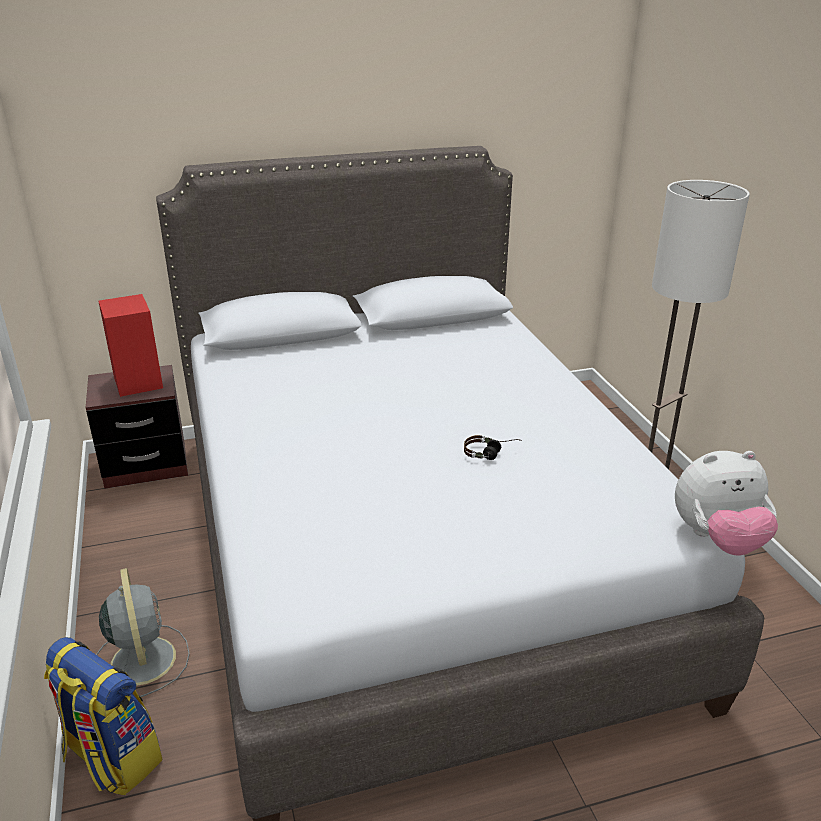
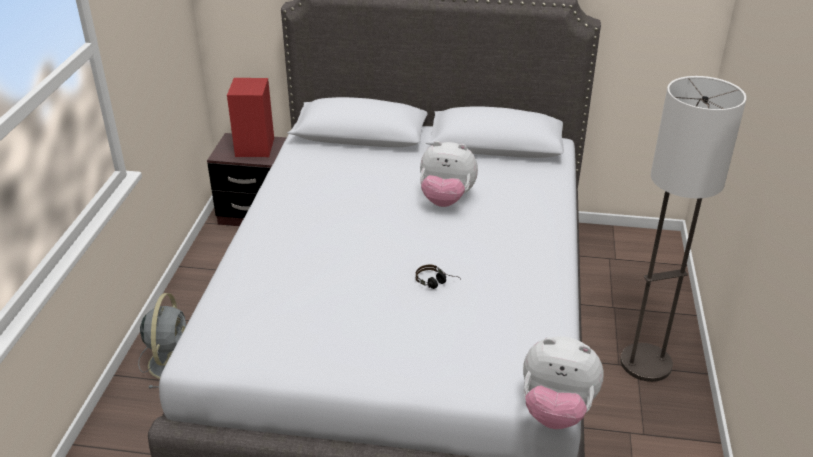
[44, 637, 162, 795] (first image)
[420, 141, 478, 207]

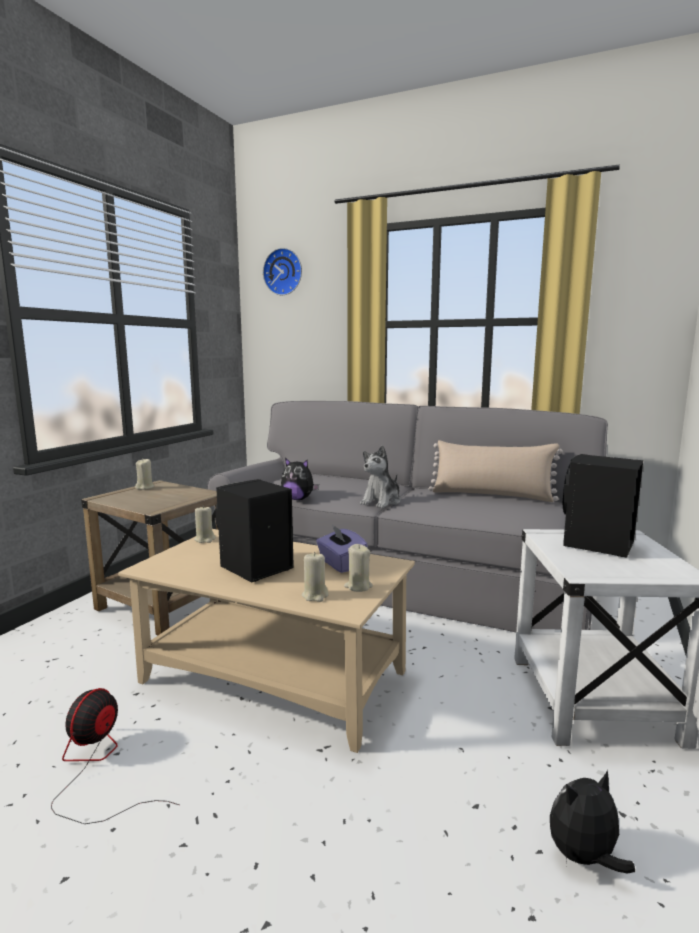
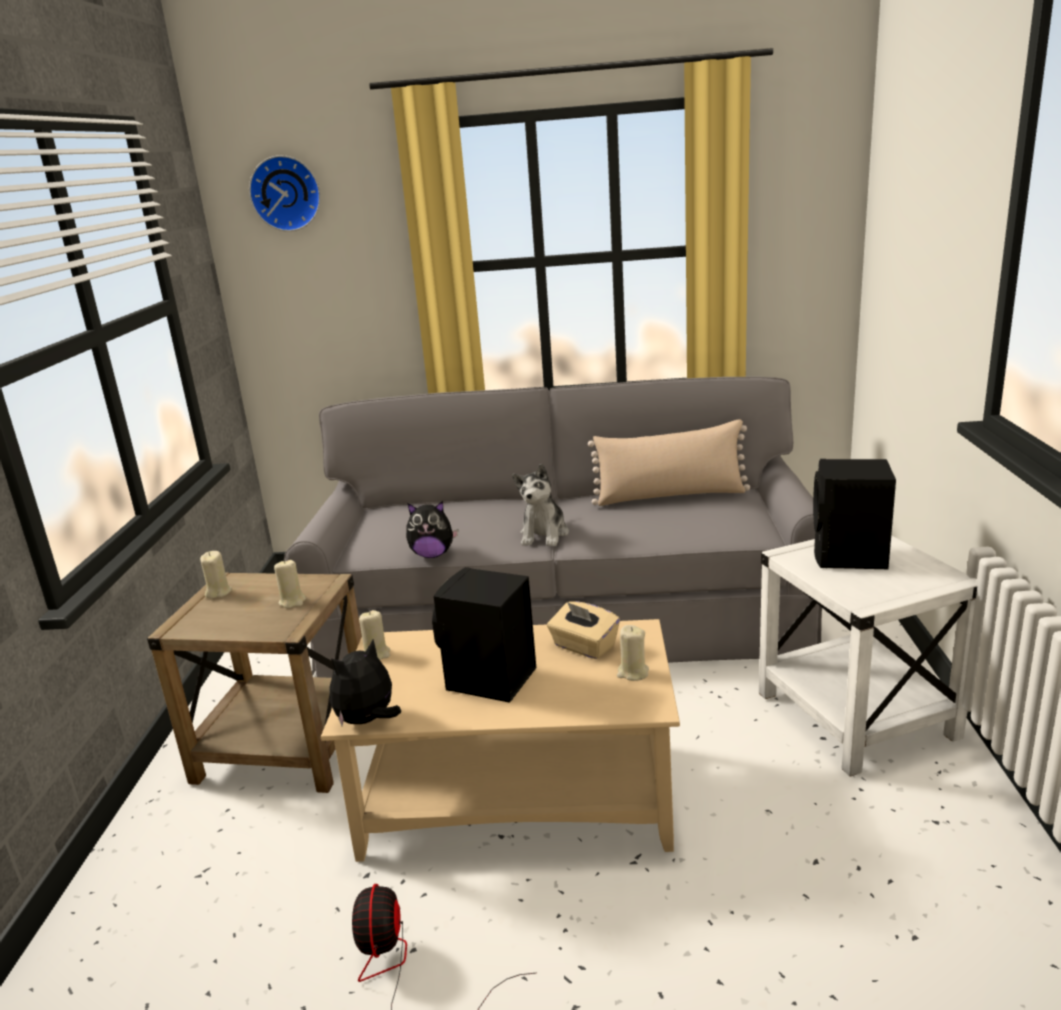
[547, 601, 620, 659]
[274, 560, 306, 608]
[329, 640, 401, 726]

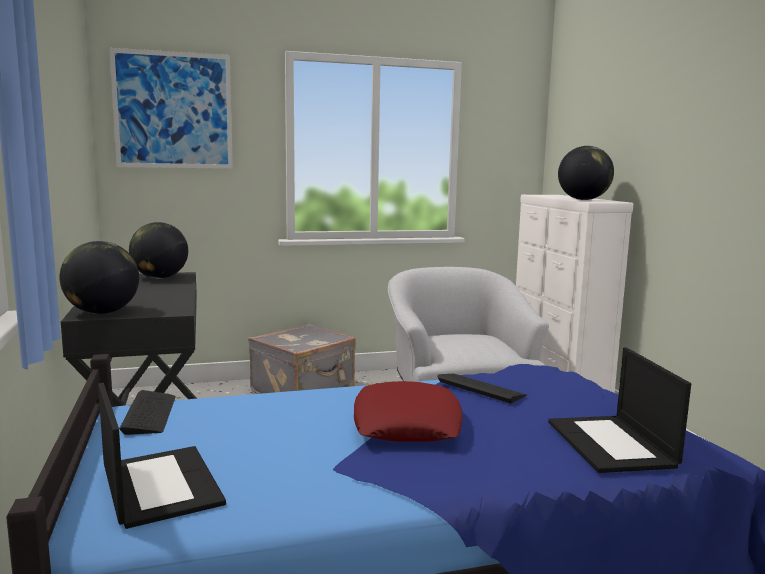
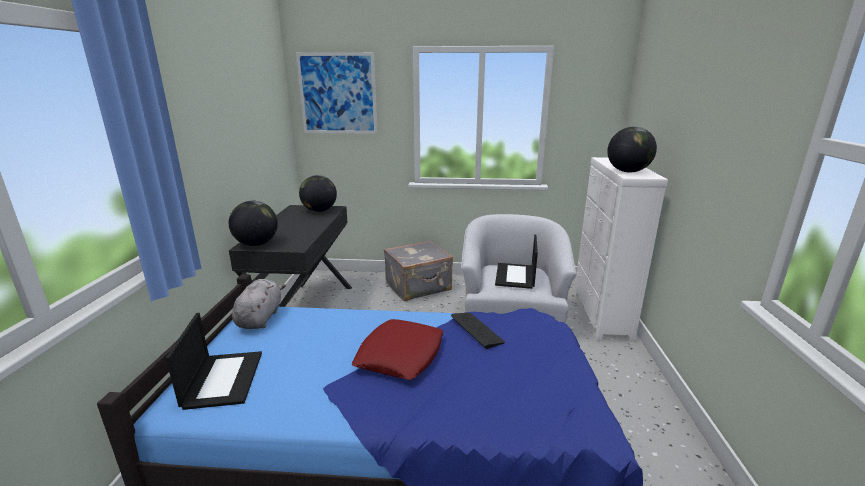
[495, 235, 538, 289]
[232, 279, 286, 329]

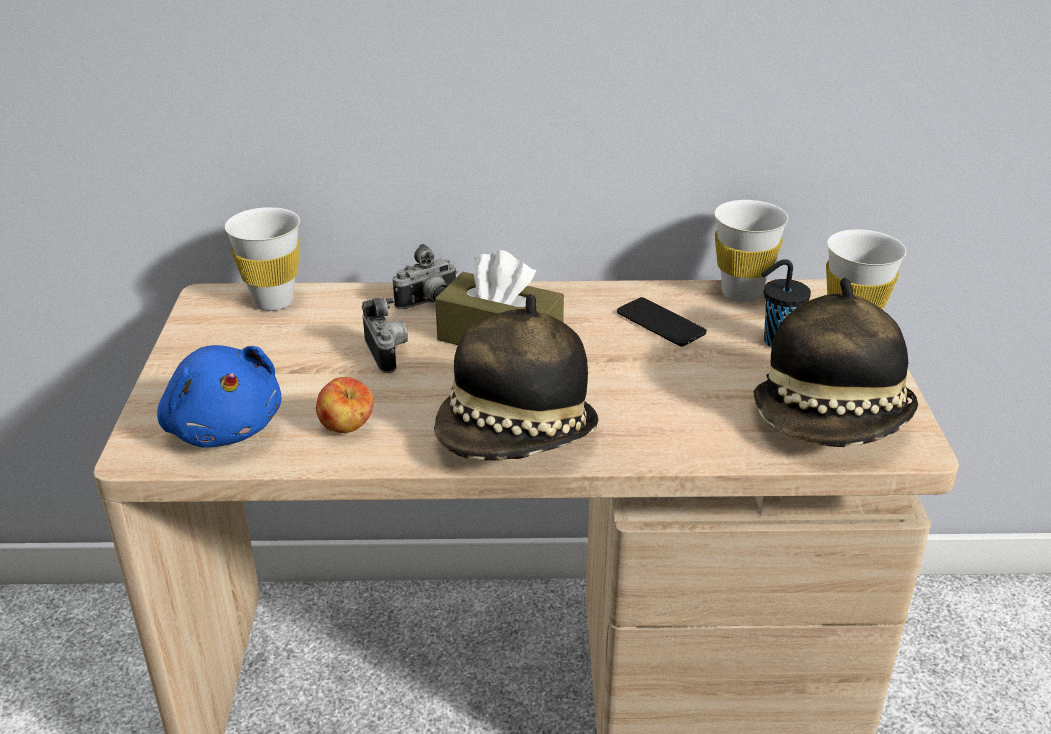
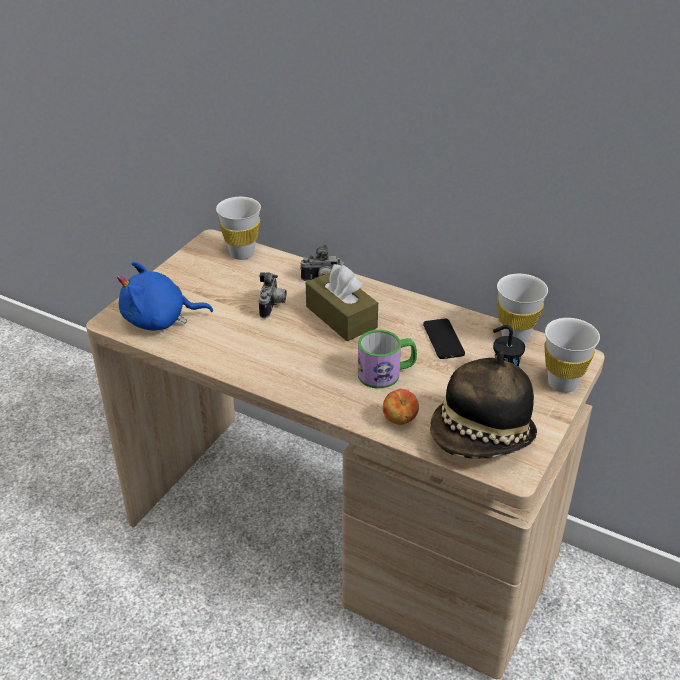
[434, 294, 598, 460] (first image)
[117, 261, 213, 331]
[383, 389, 419, 425]
[358, 330, 417, 389]

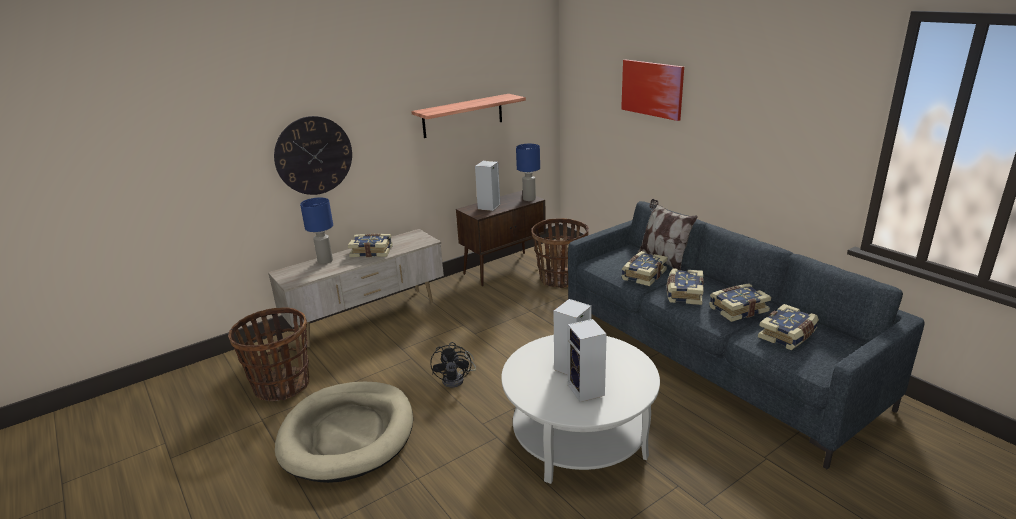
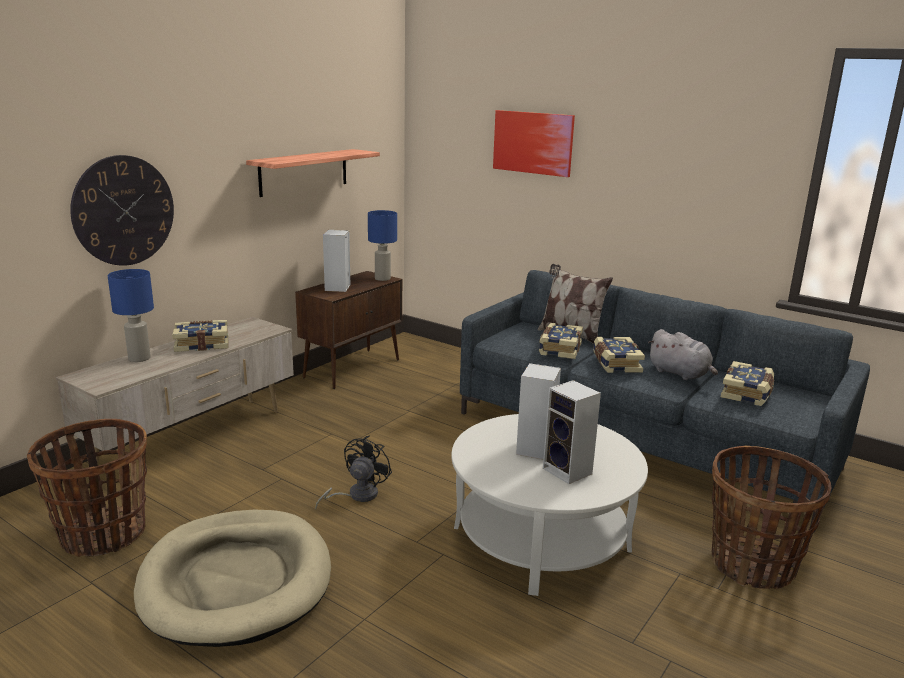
[712, 446, 831, 589]
[648, 329, 718, 380]
[315, 436, 392, 509]

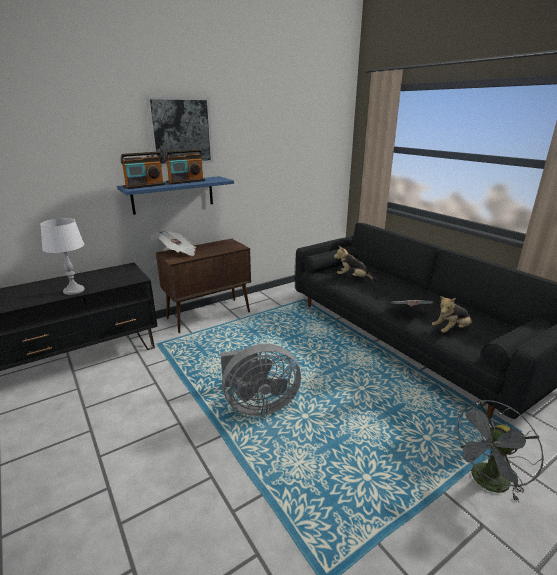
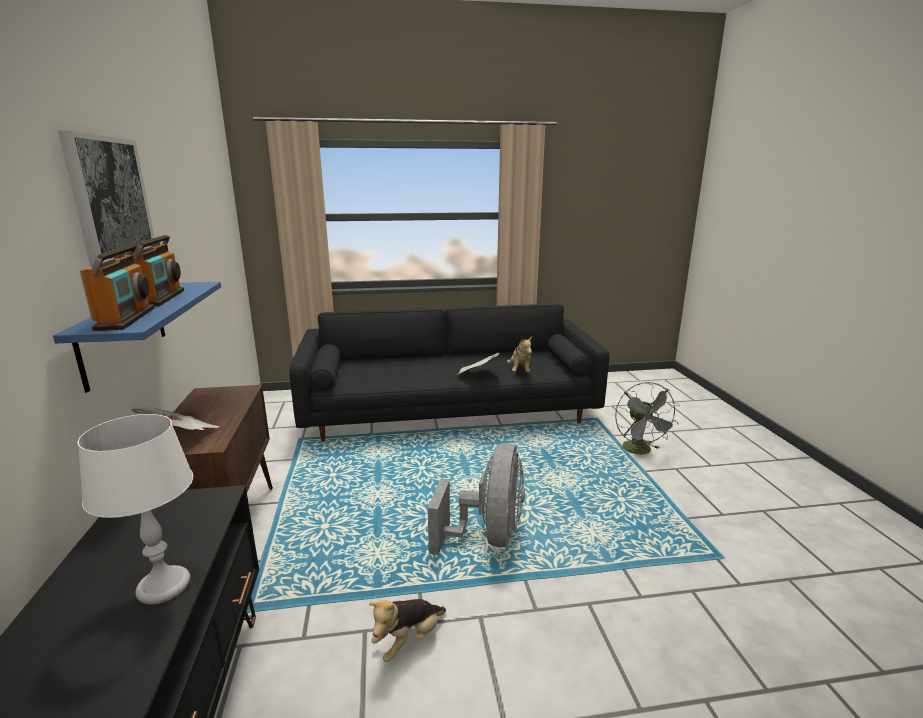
[369, 599, 446, 662]

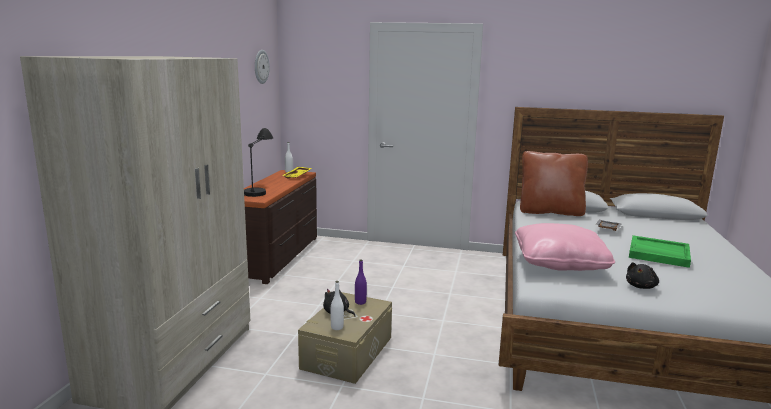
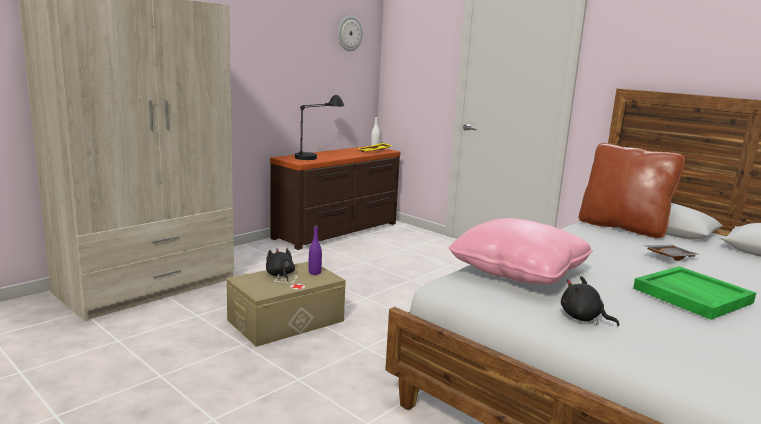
[561, 276, 619, 326]
[330, 281, 344, 330] (first image)

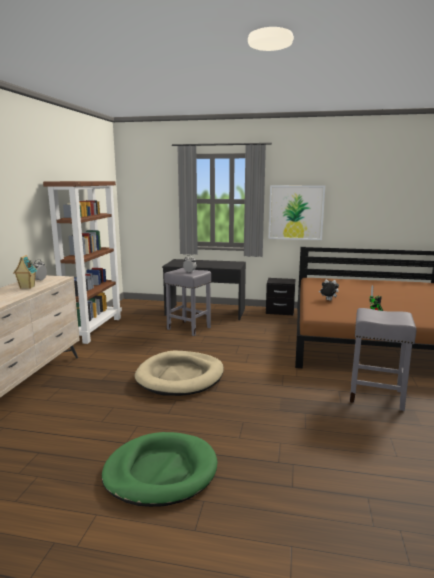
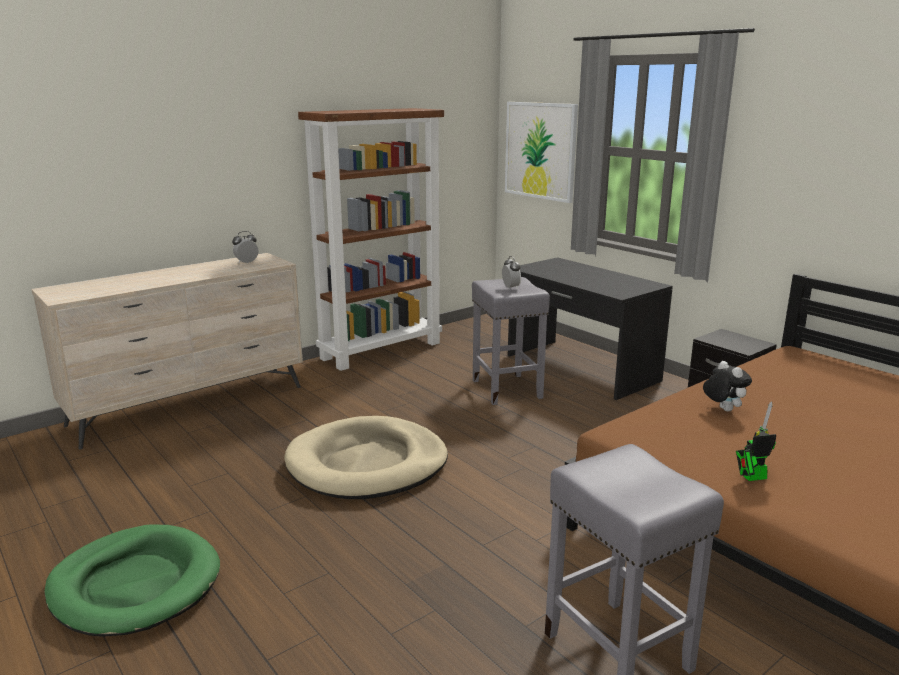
[505, 102, 578, 203]
[13, 255, 38, 289] (first image)

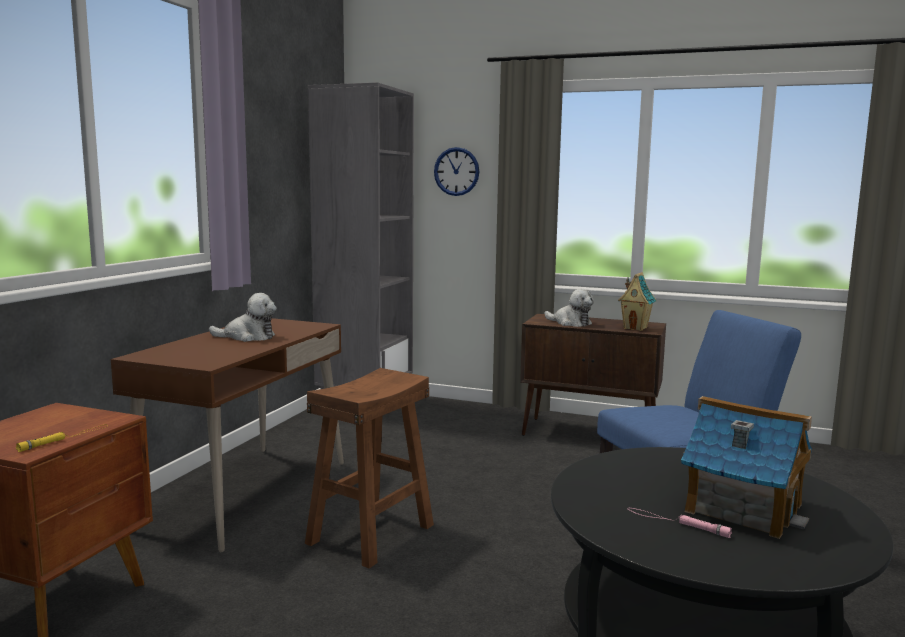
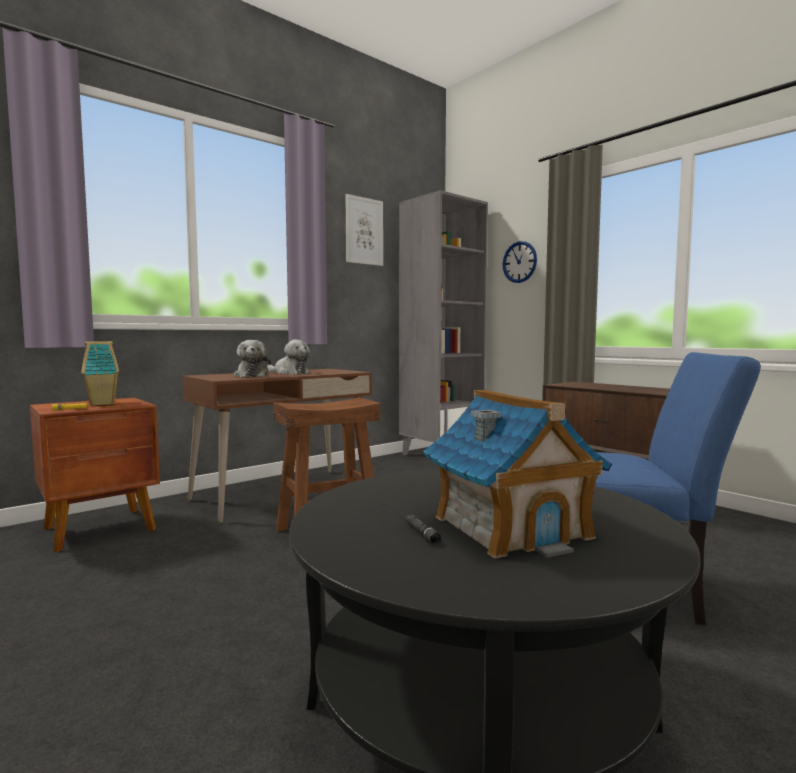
[82, 341, 119, 406]
[234, 340, 271, 377]
[380, 504, 441, 545]
[346, 194, 383, 266]

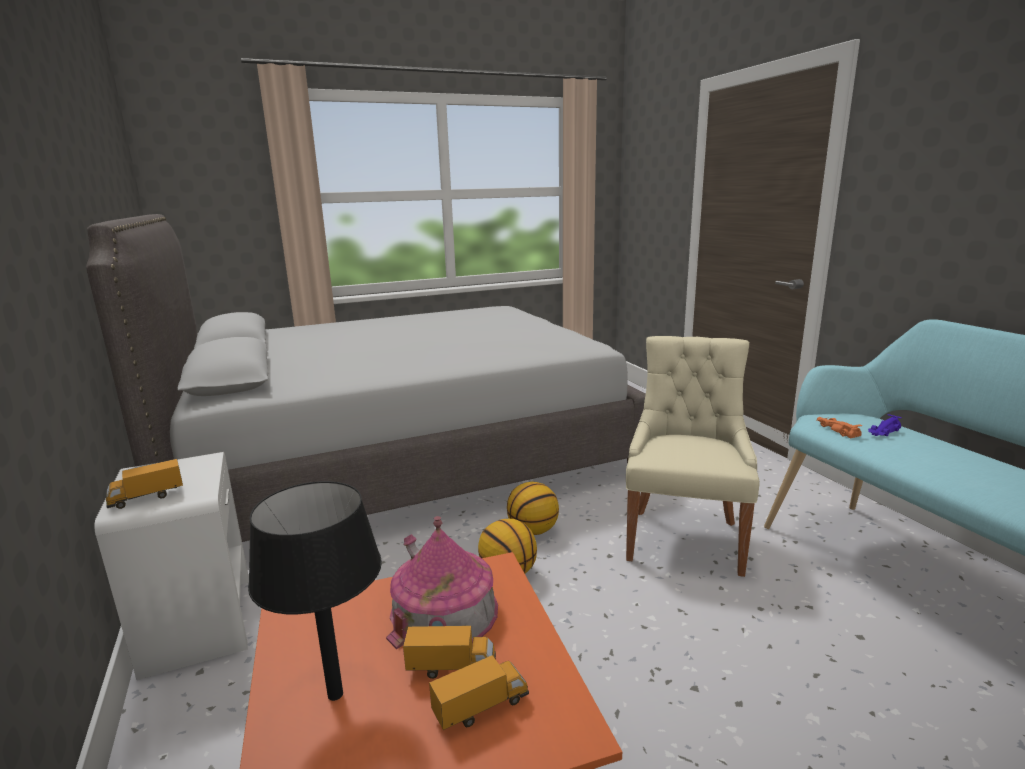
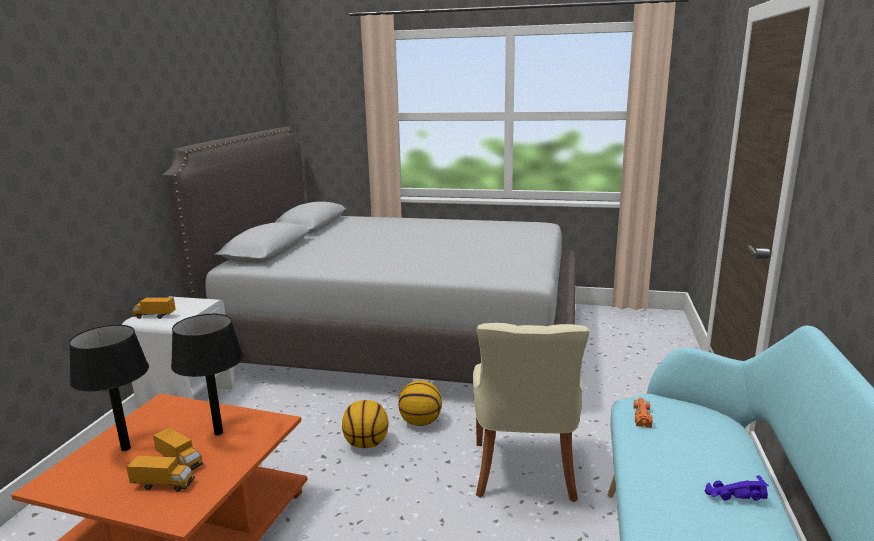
[473, 323, 590, 502]
[705, 475, 769, 501]
[171, 314, 243, 436]

